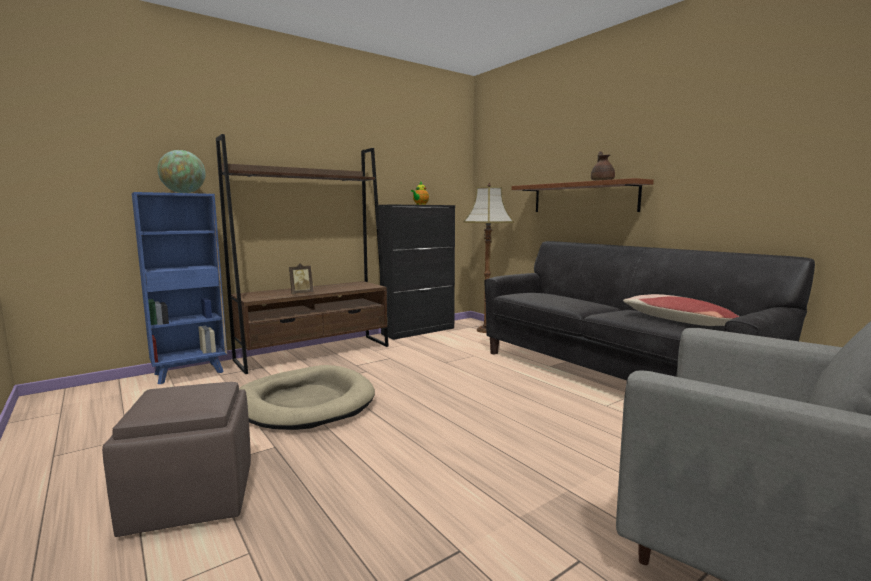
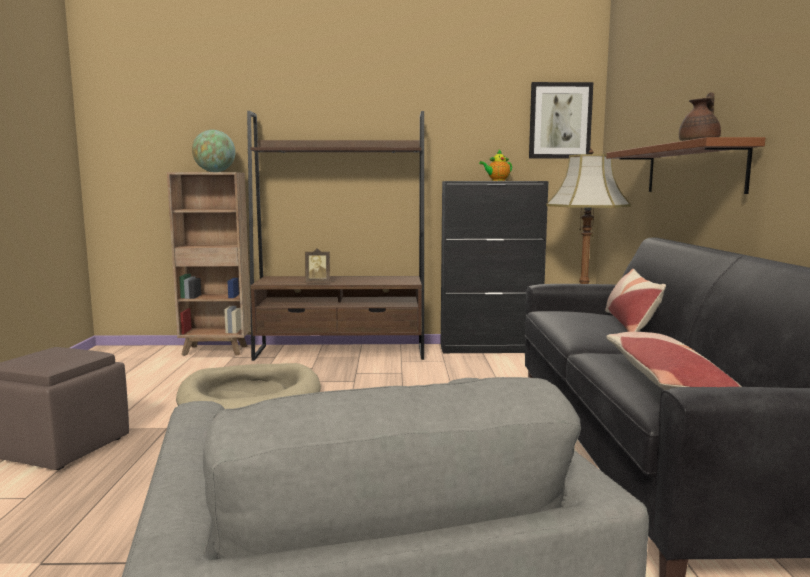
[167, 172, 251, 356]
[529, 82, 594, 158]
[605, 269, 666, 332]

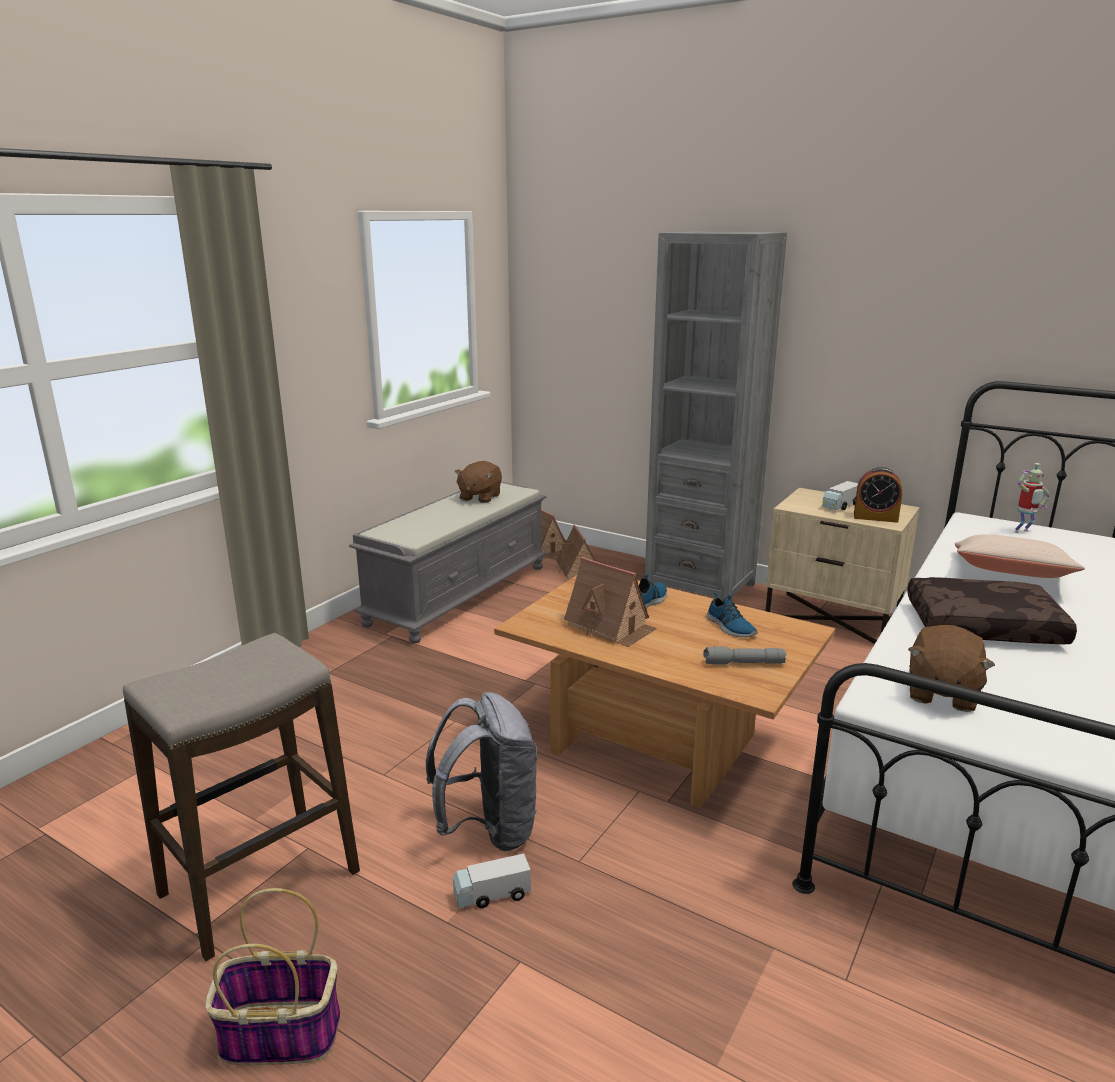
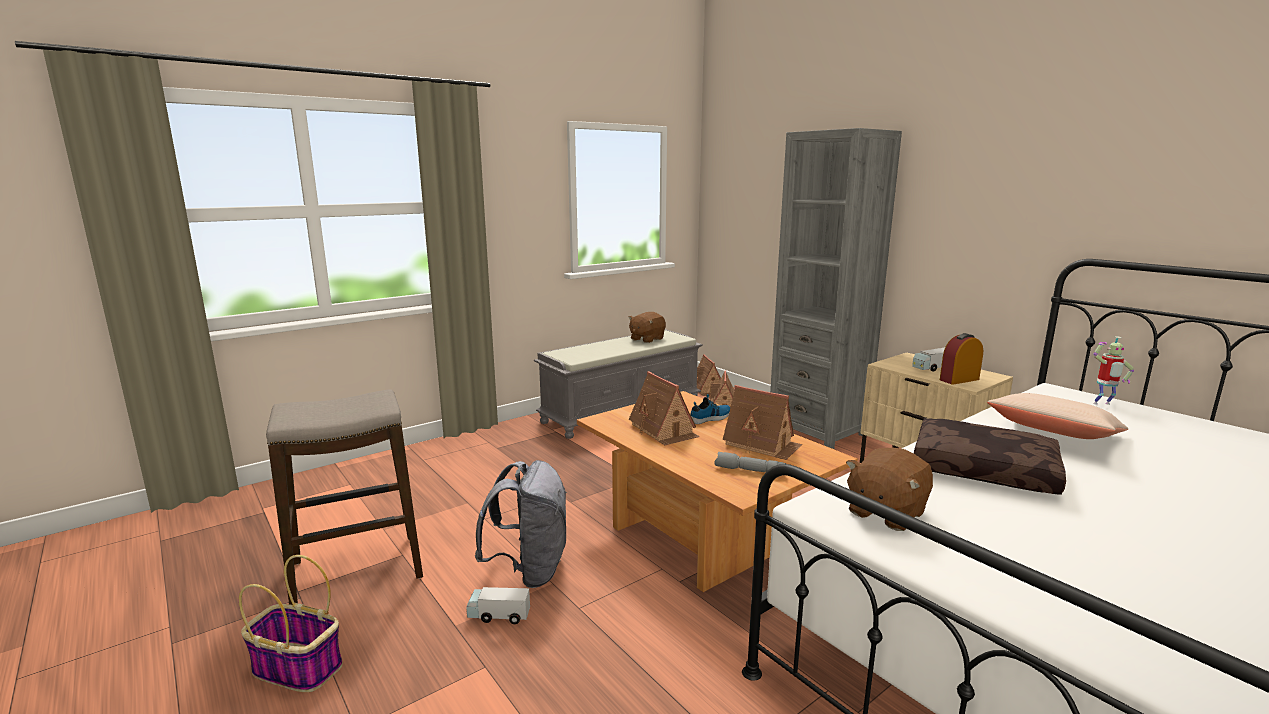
[940, 333, 983, 385]
[722, 385, 802, 460]

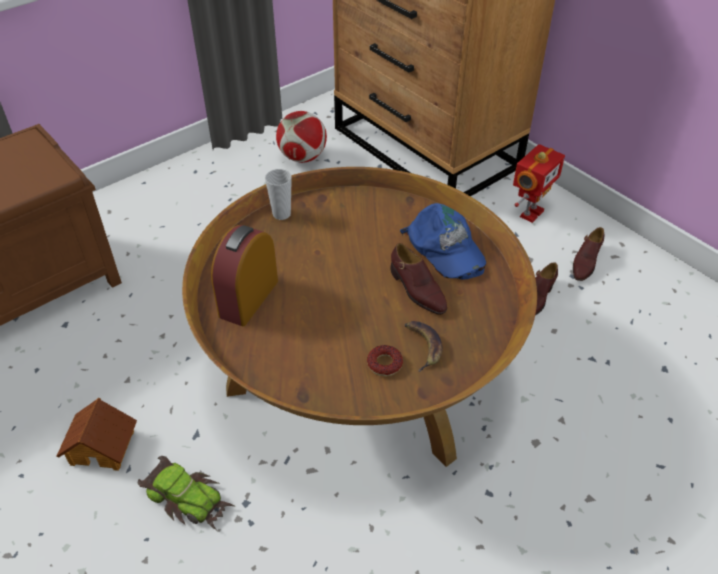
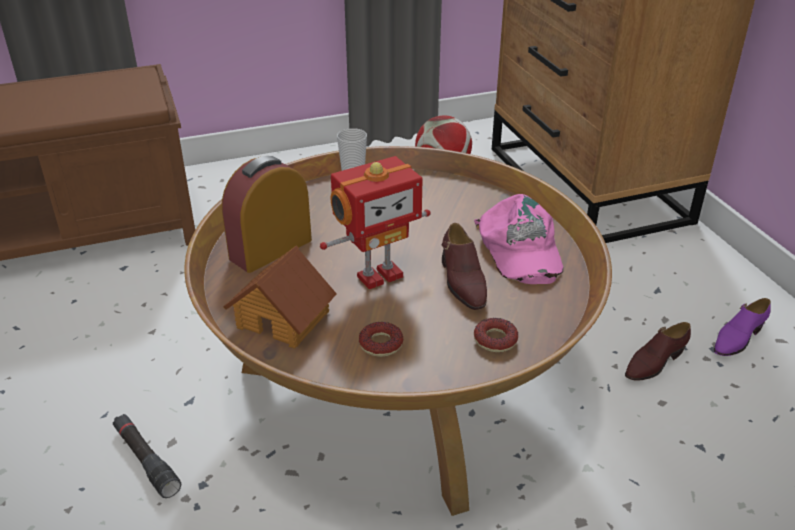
[320, 156, 431, 289]
[474, 194, 563, 284]
[714, 298, 771, 356]
[404, 321, 442, 372] (first image)
[224, 245, 337, 349]
[113, 414, 181, 498]
[474, 318, 518, 352]

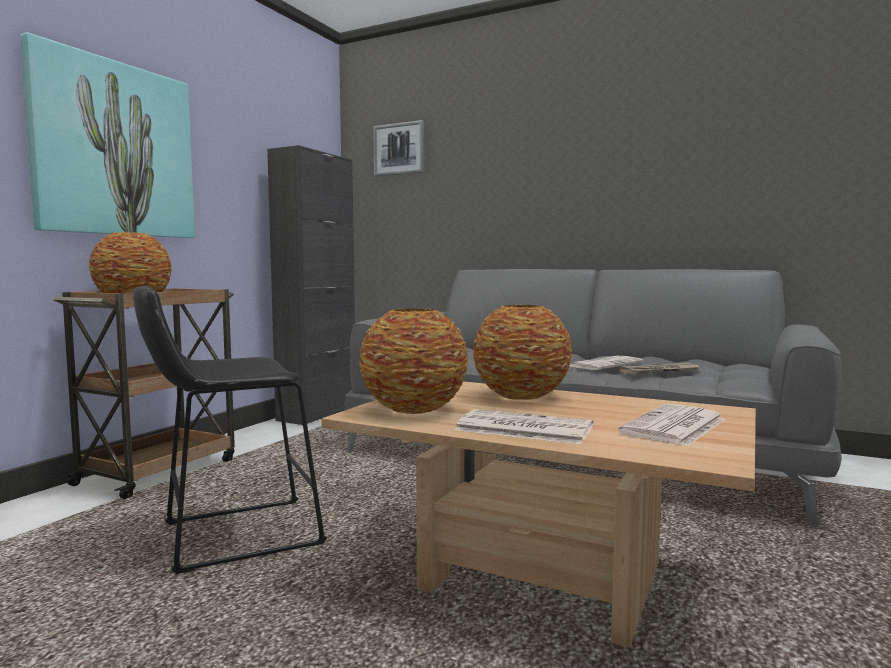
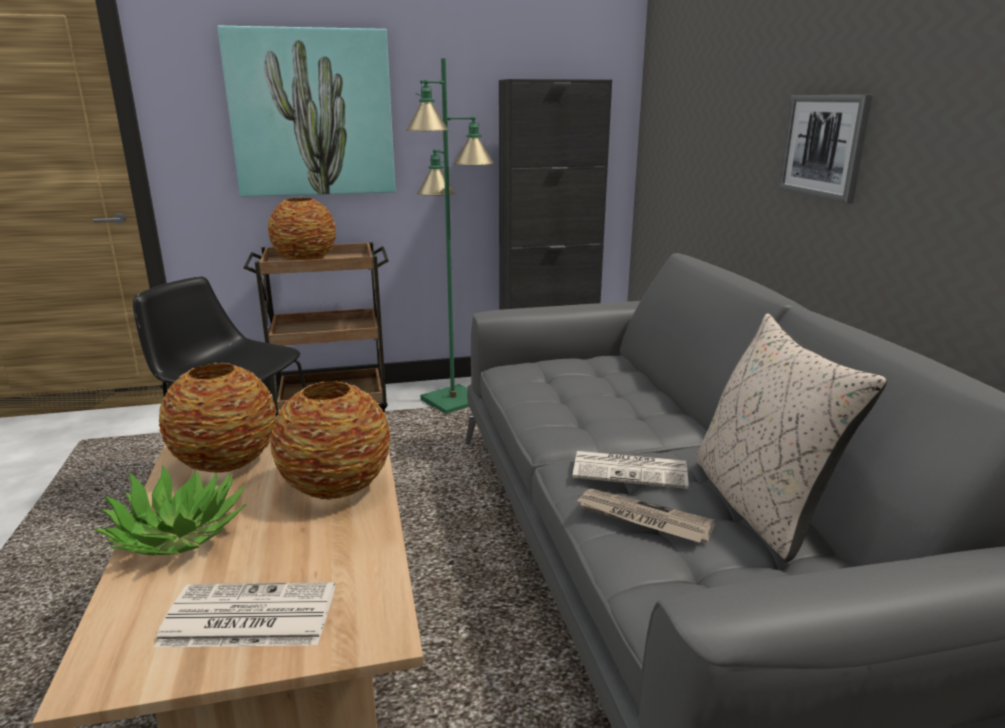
[778, 95, 873, 204]
[93, 465, 246, 555]
[406, 58, 494, 414]
[696, 313, 887, 562]

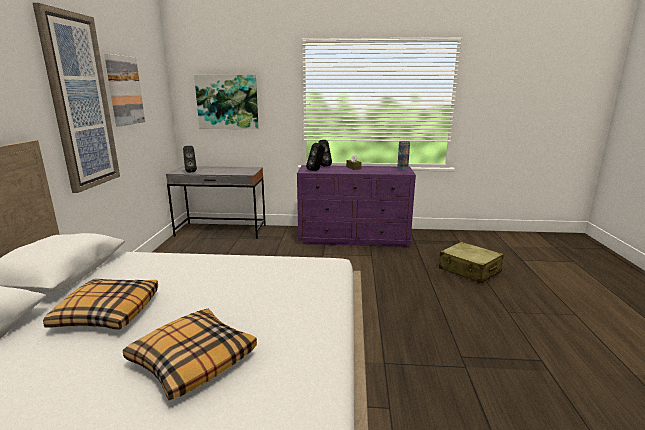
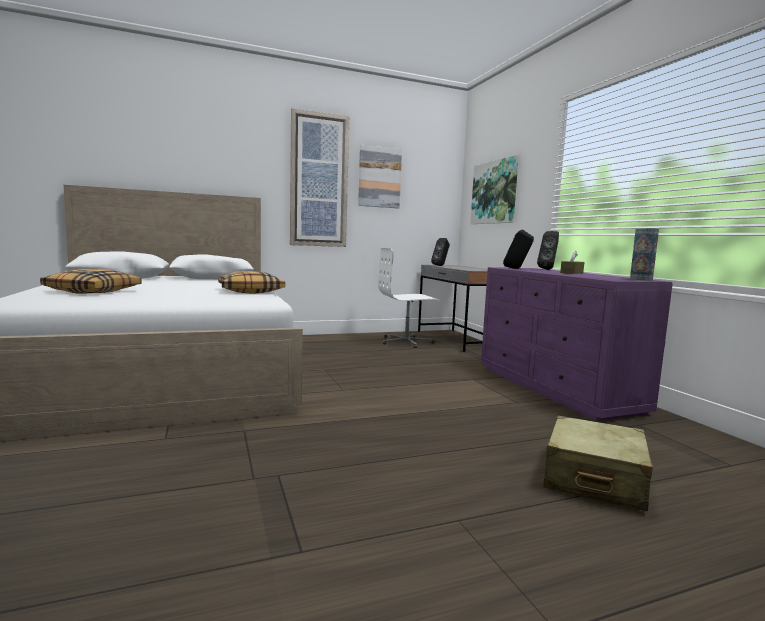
[218, 271, 285, 294]
[378, 248, 440, 348]

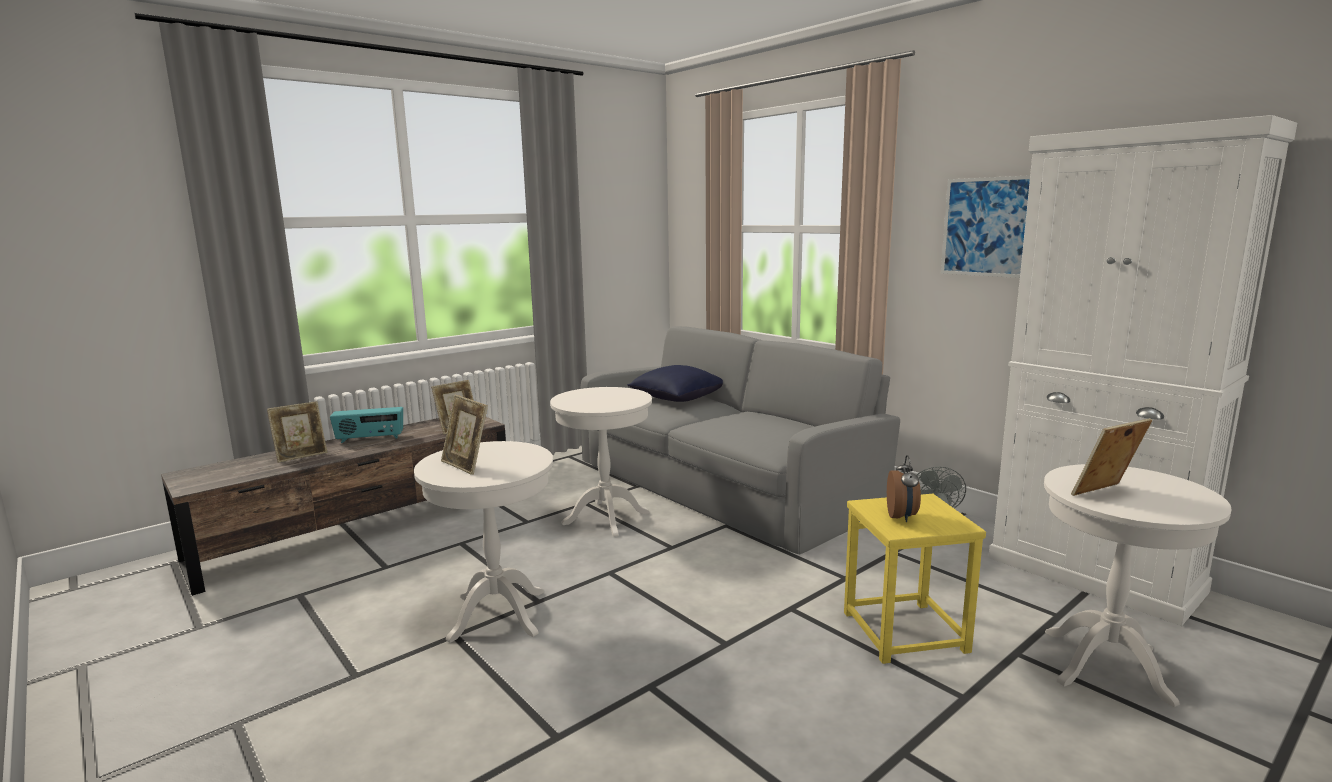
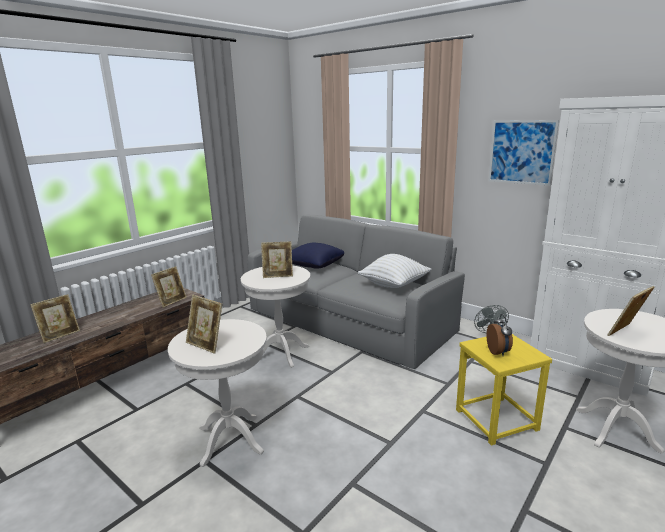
[330, 407, 403, 443] (first image)
[261, 242, 293, 278]
[358, 254, 431, 288]

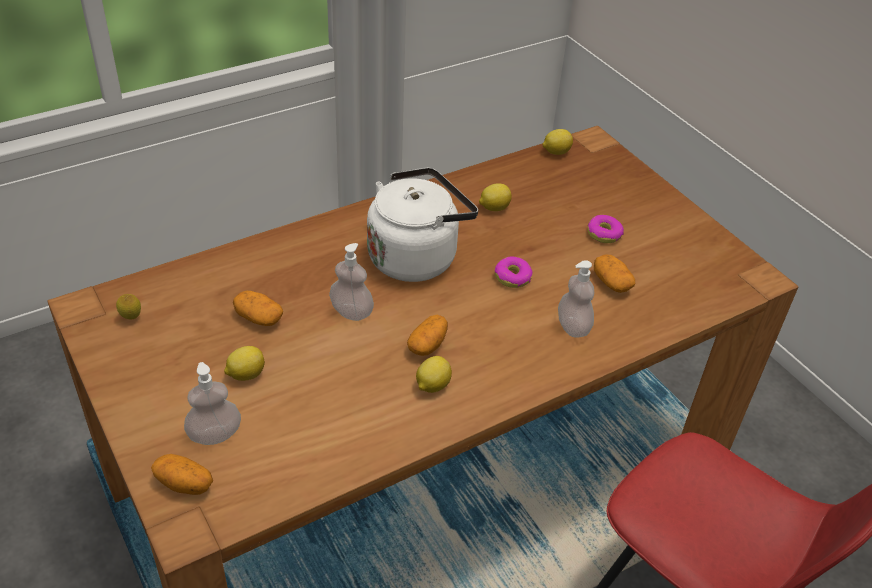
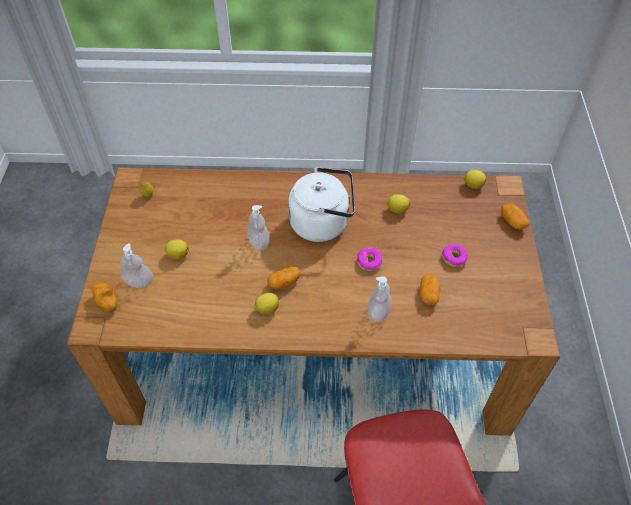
[501, 203, 529, 230]

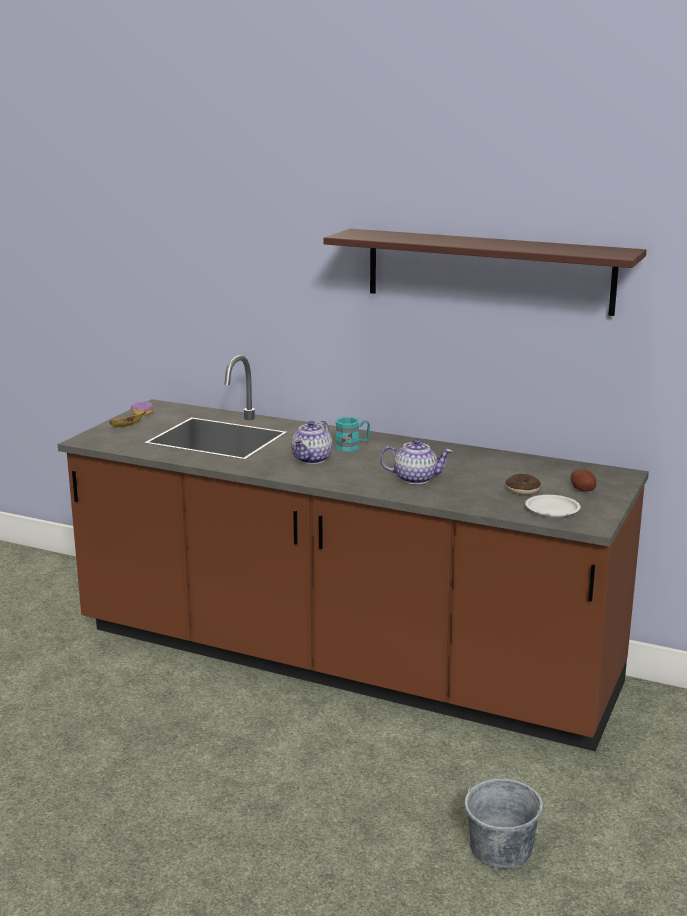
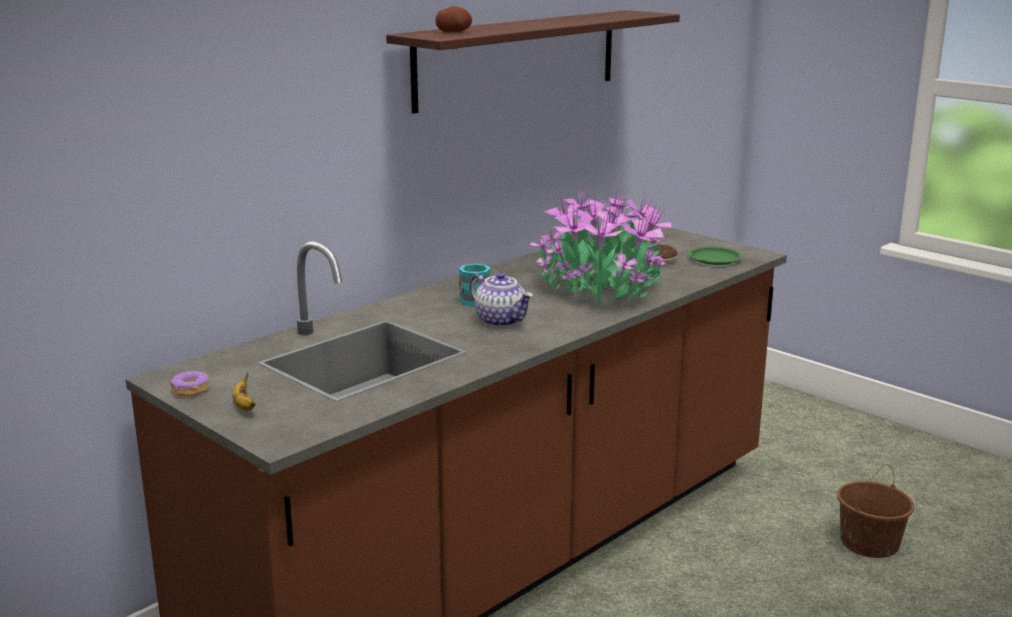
[530, 186, 672, 305]
[435, 6, 472, 33]
[688, 247, 742, 265]
[837, 464, 914, 558]

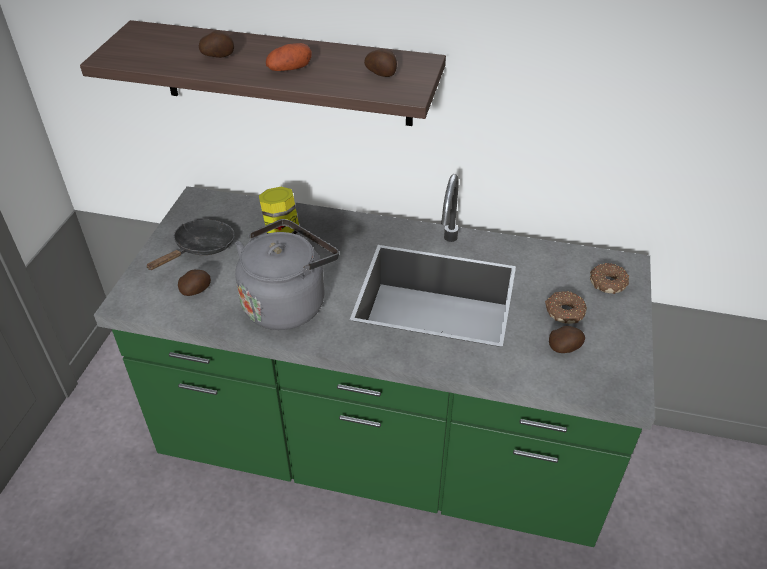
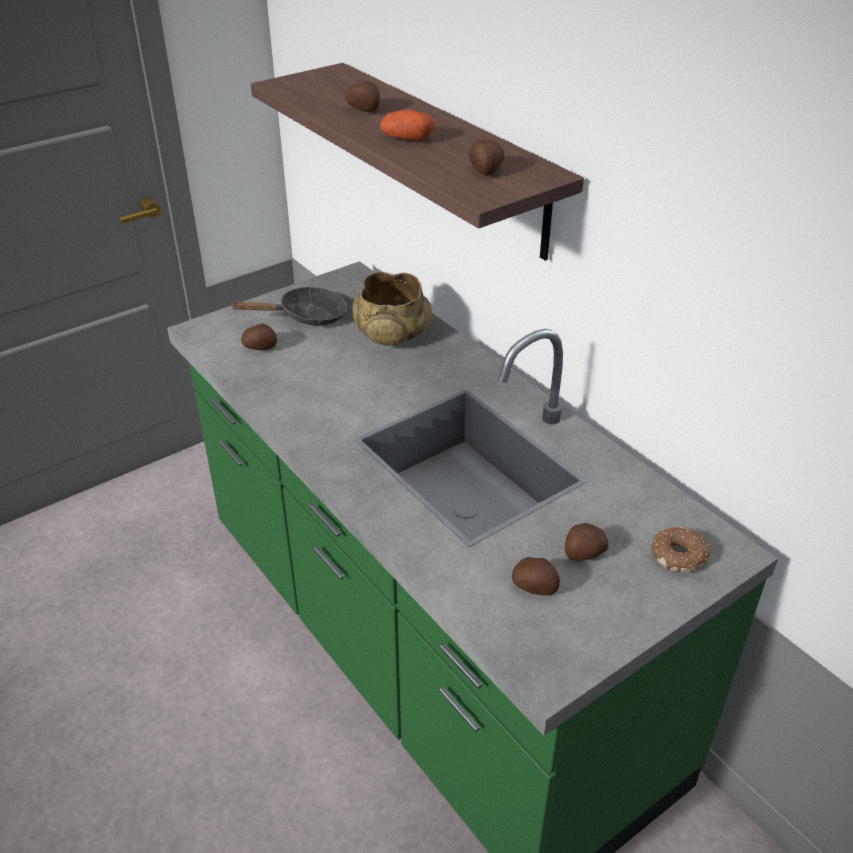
[352, 272, 432, 346]
[235, 219, 339, 330] (first image)
[565, 523, 609, 561]

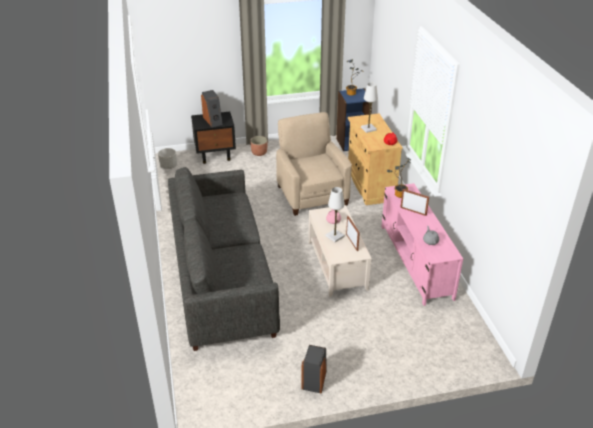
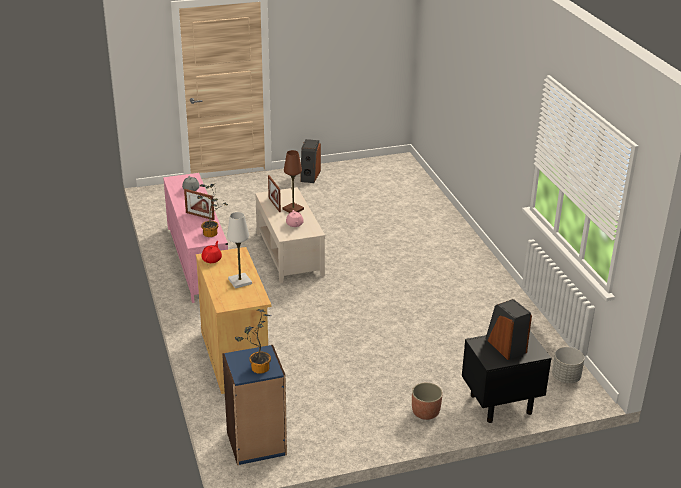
[276, 112, 352, 216] (first image)
[168, 167, 280, 351] (first image)
[283, 150, 304, 213]

